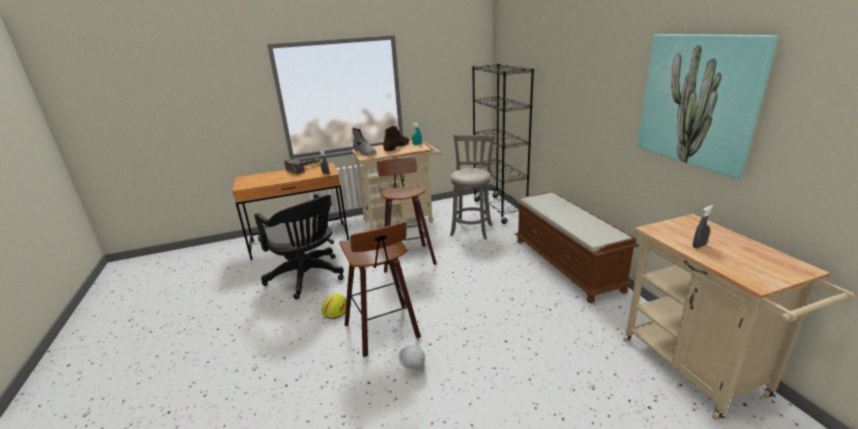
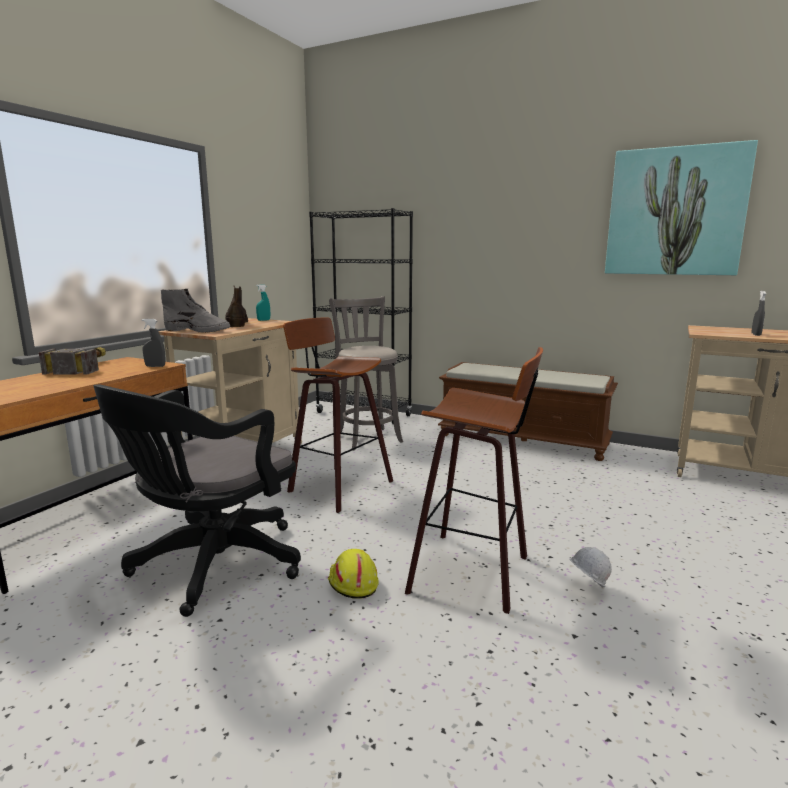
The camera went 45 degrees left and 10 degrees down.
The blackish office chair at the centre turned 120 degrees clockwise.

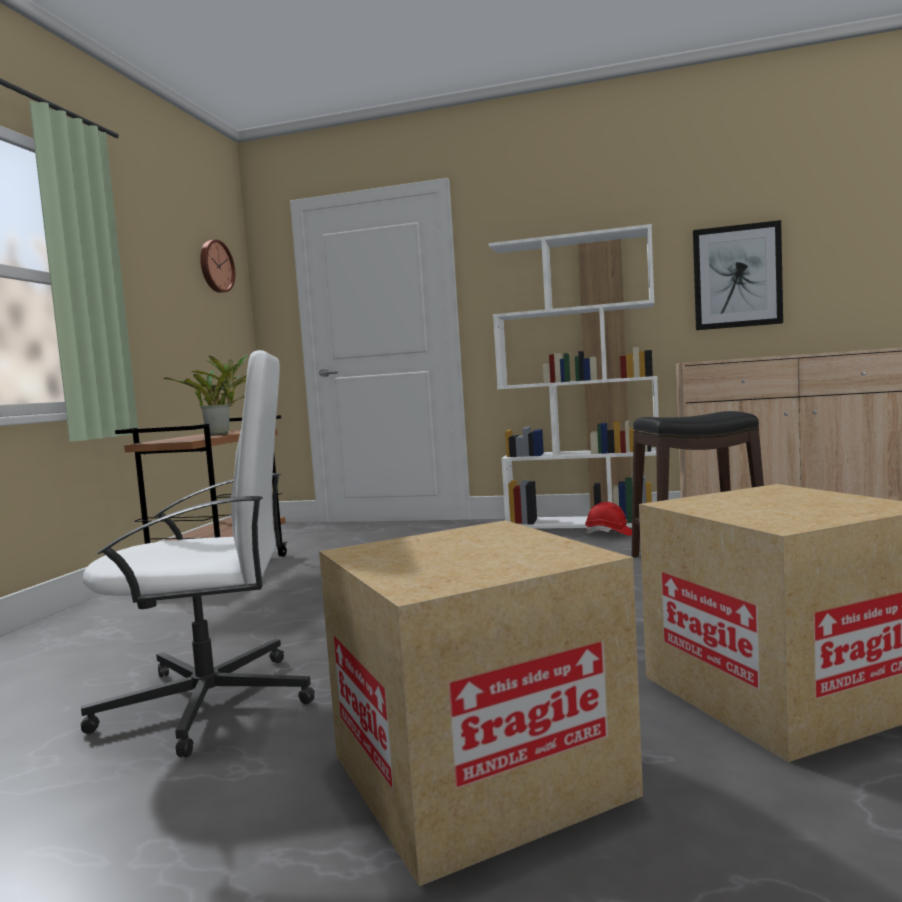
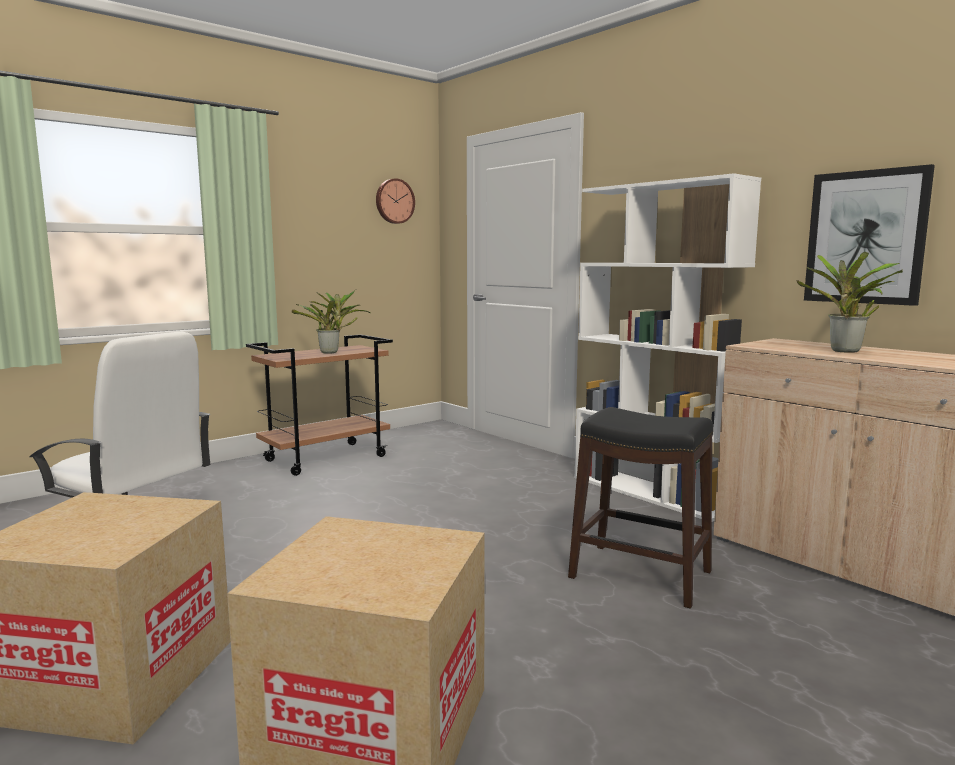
The camera went 35 degrees right and 5 degrees up.
The red-coloured hard hat at the middle right disappeared.
The houseplant (no. 2 from left) at the middle right appeared.

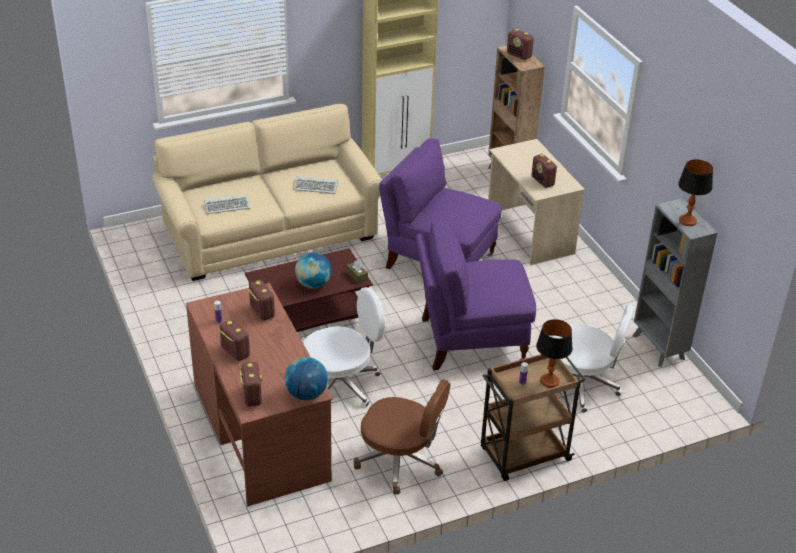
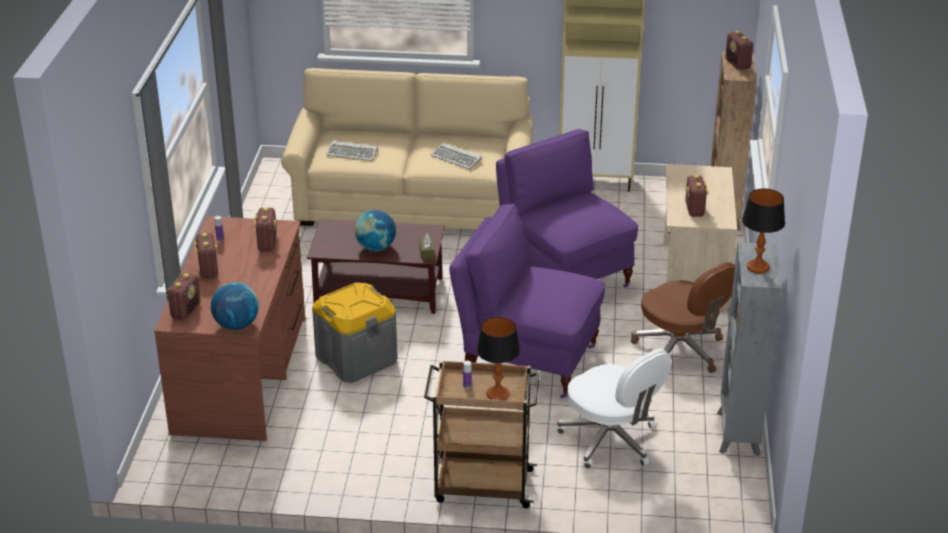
The camera went 30 degrees right and 5 degrees down.
The white office chair (no. 1 from left) at the centre was replaced by the grey storage bin at the centre.
The brown-coloured office chair moved from the bottom centre to the middle right.

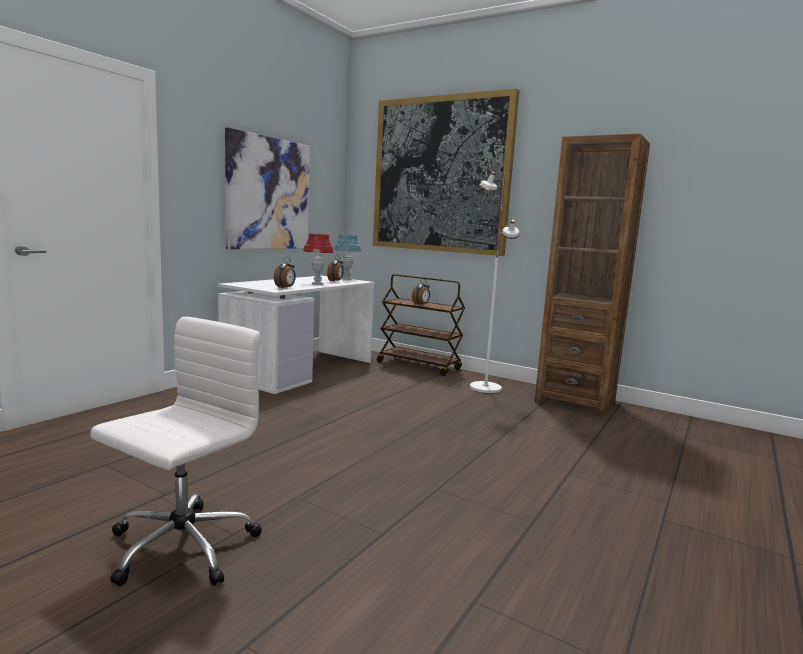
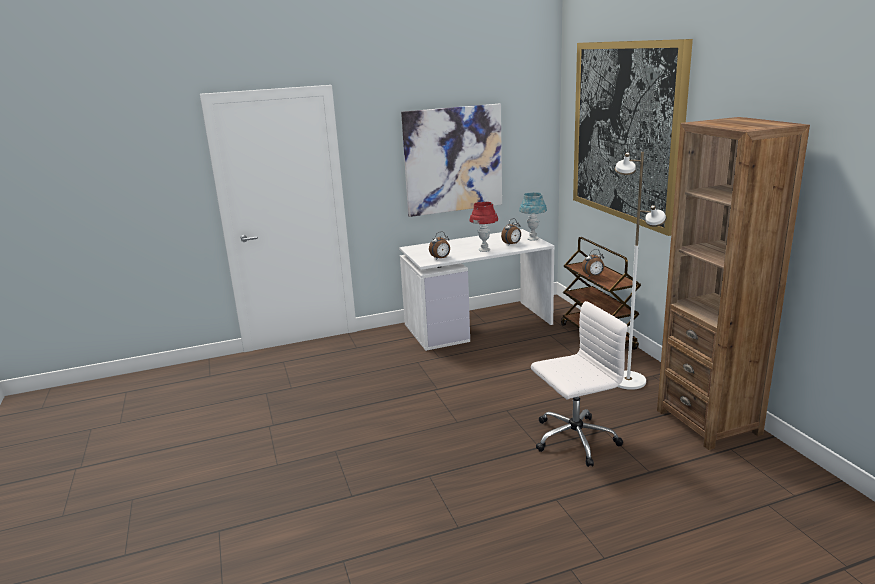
The camera went 40 degrees right and 10 degrees up.
The white office chair moved from the bottom left to the centre.

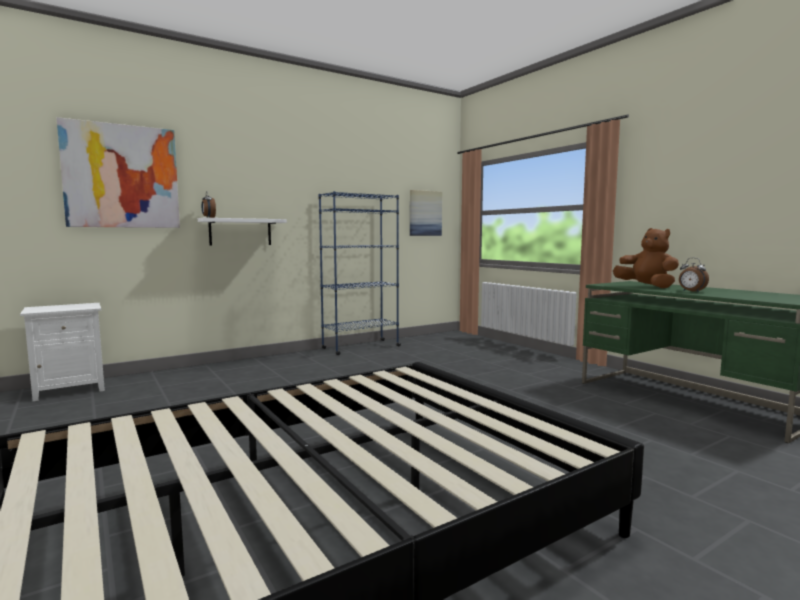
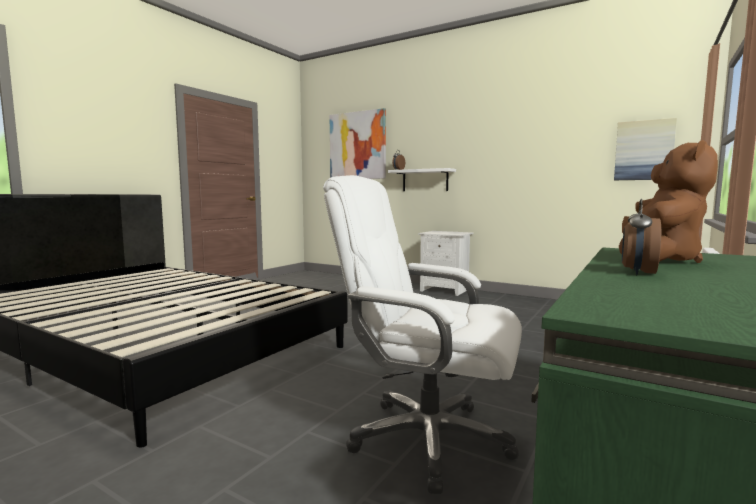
The camera went 65 degrees right and 0 degrees up.
The white nightstand moved from the middle left to the centre.
The bluish bookcase at the centre disappeared.
The white office chair at the centre appeared.

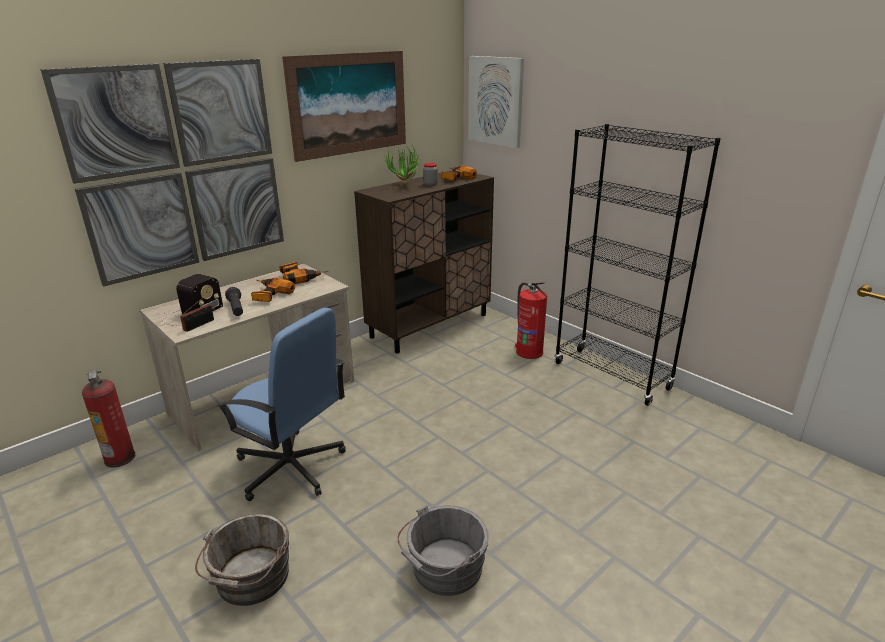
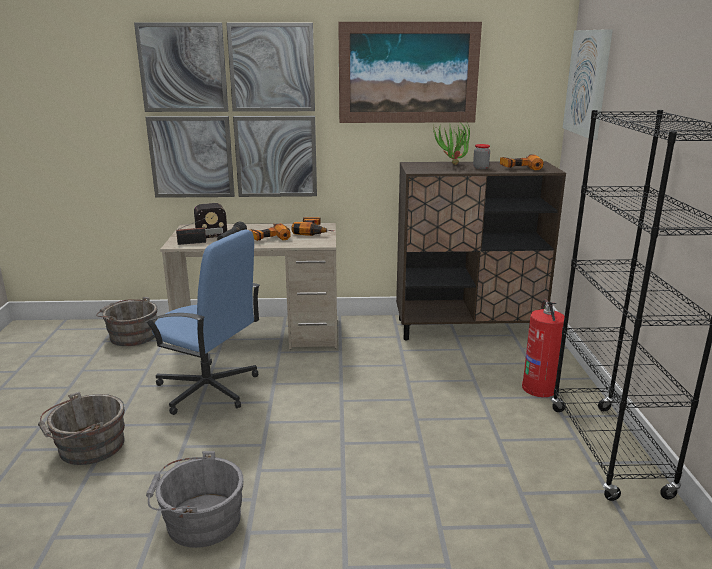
The camera went 40 degrees right and 5 degrees down.
The extinguisher (no. 1 from left) at the middle left was replaced by the grey bucket (no. 2 from left) at the middle left.
The bluish office chair at the middle left turned 45 degrees counterclockwise.

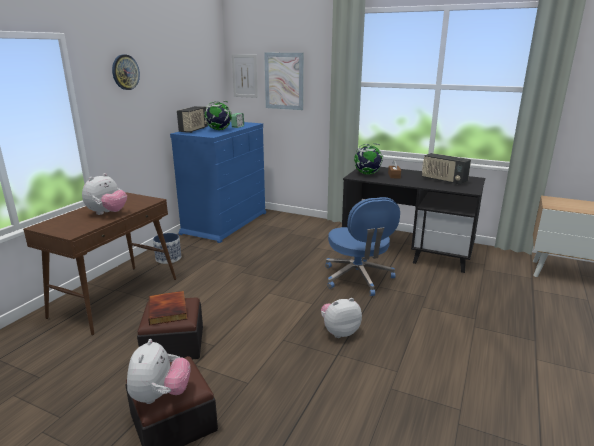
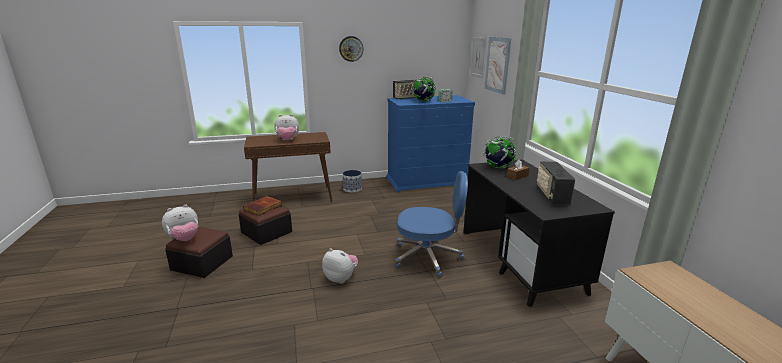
The camera went 50 degrees right and 0 degrees up.
The bluish office chair at the centre turned 120 degrees counterclockwise.

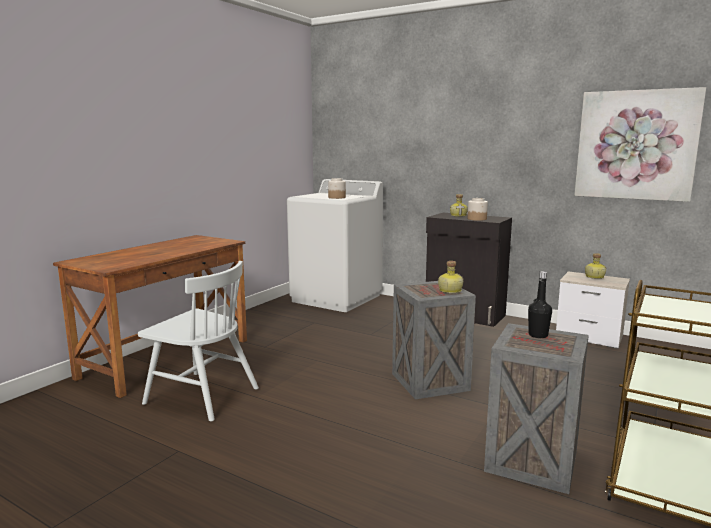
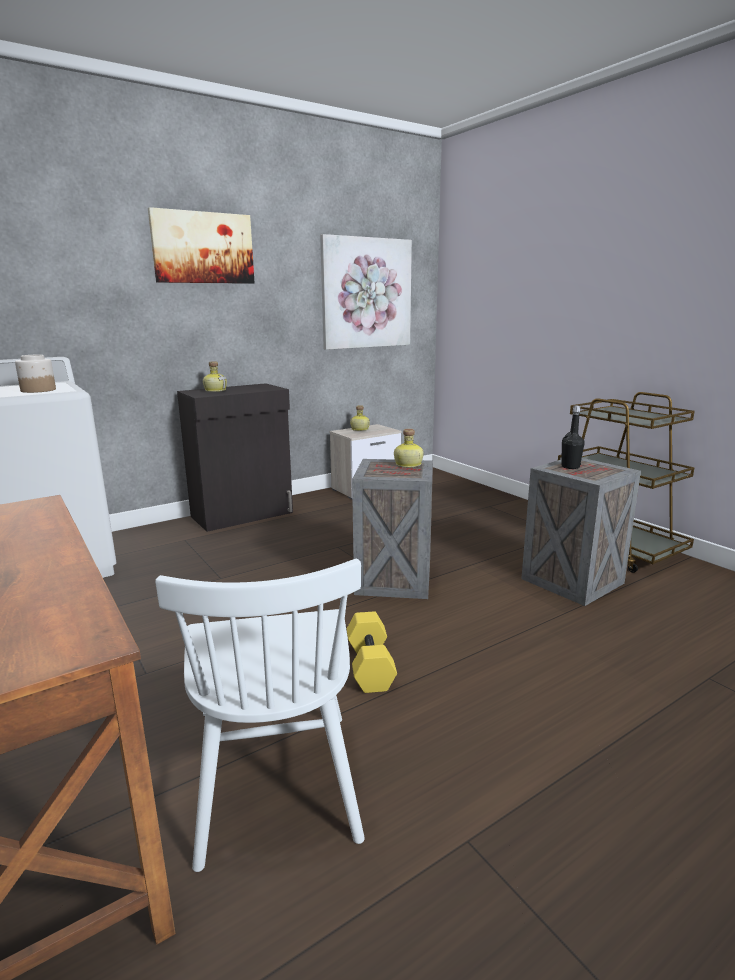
The camera went 65 degrees left and 5 degrees up.
The white chair at the middle left turned 120 degrees clockwise.
The preserve jar (no. 2 from left) at the middle right disappeared.
The picture (no. 1 from left) at the top left appeared.
The yellow-coloured free weight at the centre appeared.

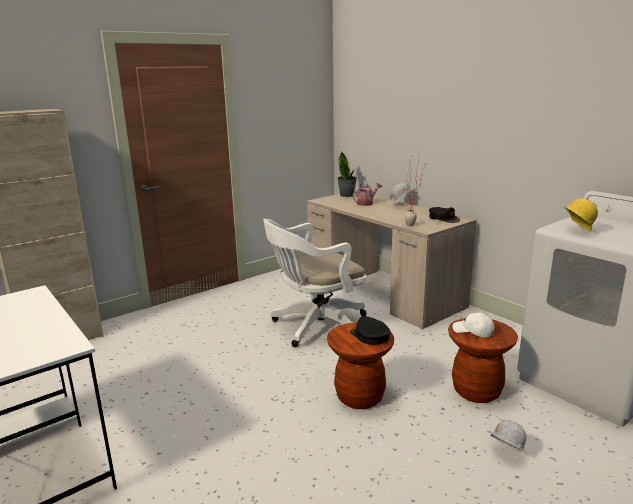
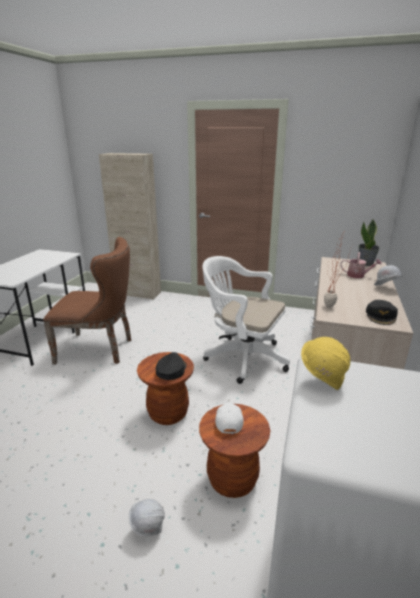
The camera went 55 degrees right and 5 degrees up.
The brown-coloured chair at the middle left appeared.

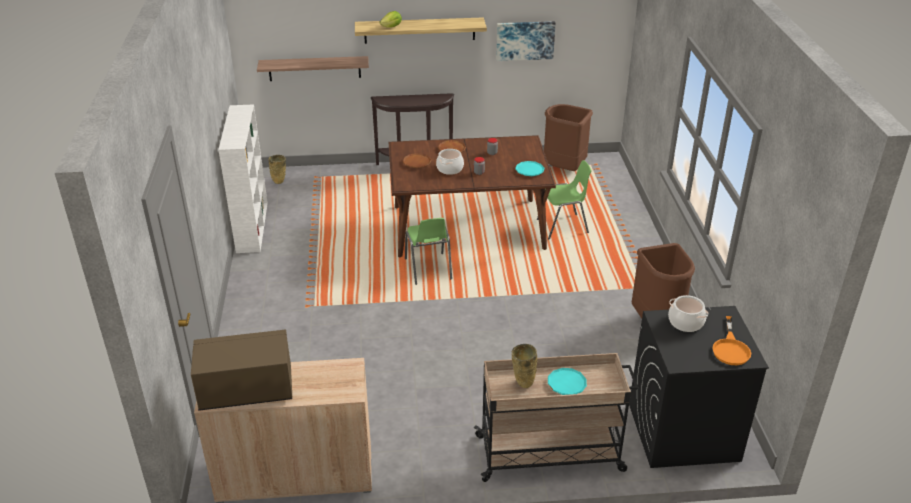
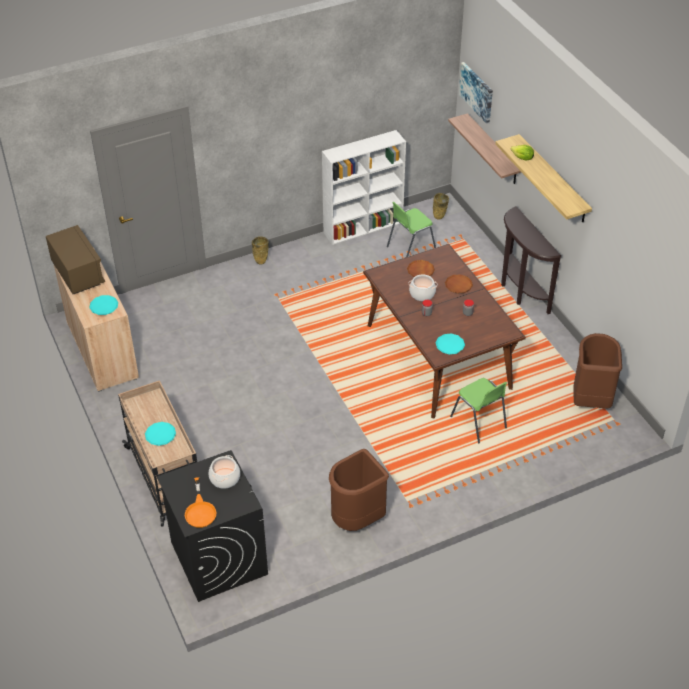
The camera went 70 degrees right and 10 degrees up.
The green-coloured chair (no. 1 from left) moved from the centre to the top centre.
The picture moved from the top centre to the top right.
The beige-coloured flower vase (no. 2 from left in the first image) moved from the bottom centre to the centre.
The orangey pan at the bottom right turned 90 degrees counterclockwise.
The blue-green plate (no. 1 from left) at the middle left appeared.

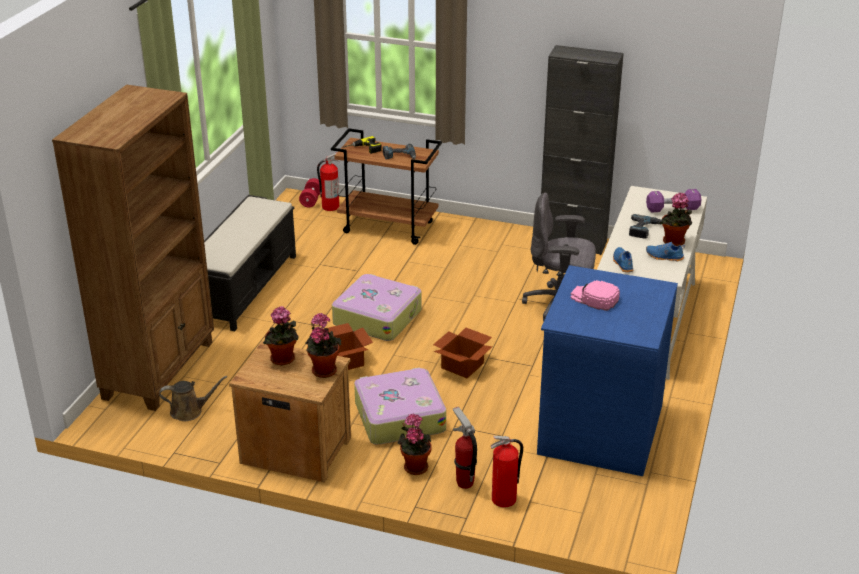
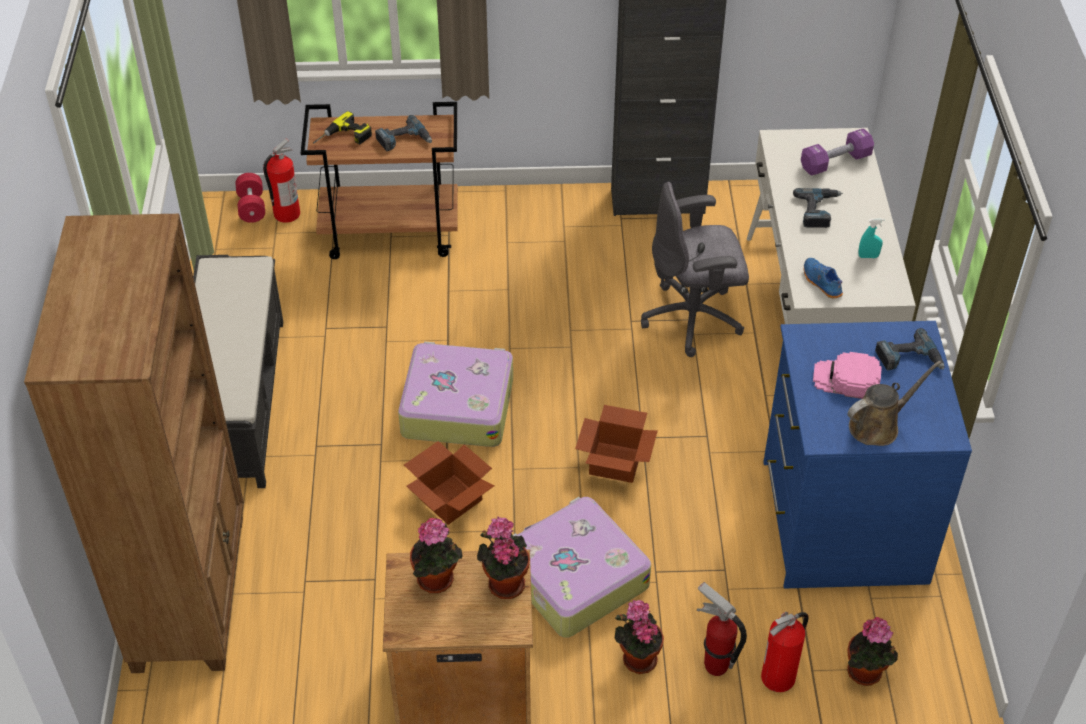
The camera went 20 degrees left and 15 degrees up.
The brown-coloured watering can moved from the bottom left to the middle right.
The bluish shoe (no. 2 from left) at the middle right was replaced by the blue-green sprayer at the top right.
The houseplant (no. 4 from left) moved from the middle right to the bottom right.
The drill (no. 4 from left) at the middle right appeared.

